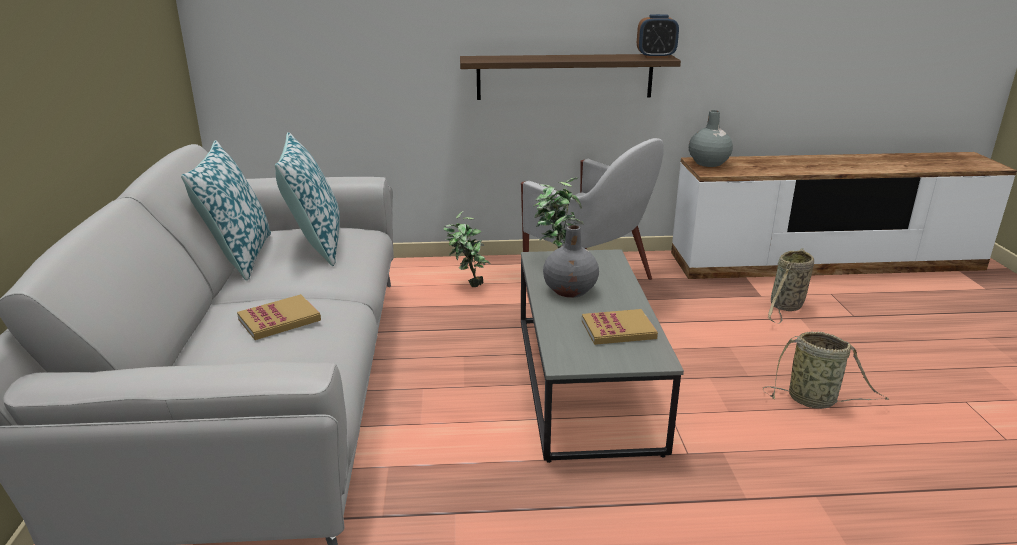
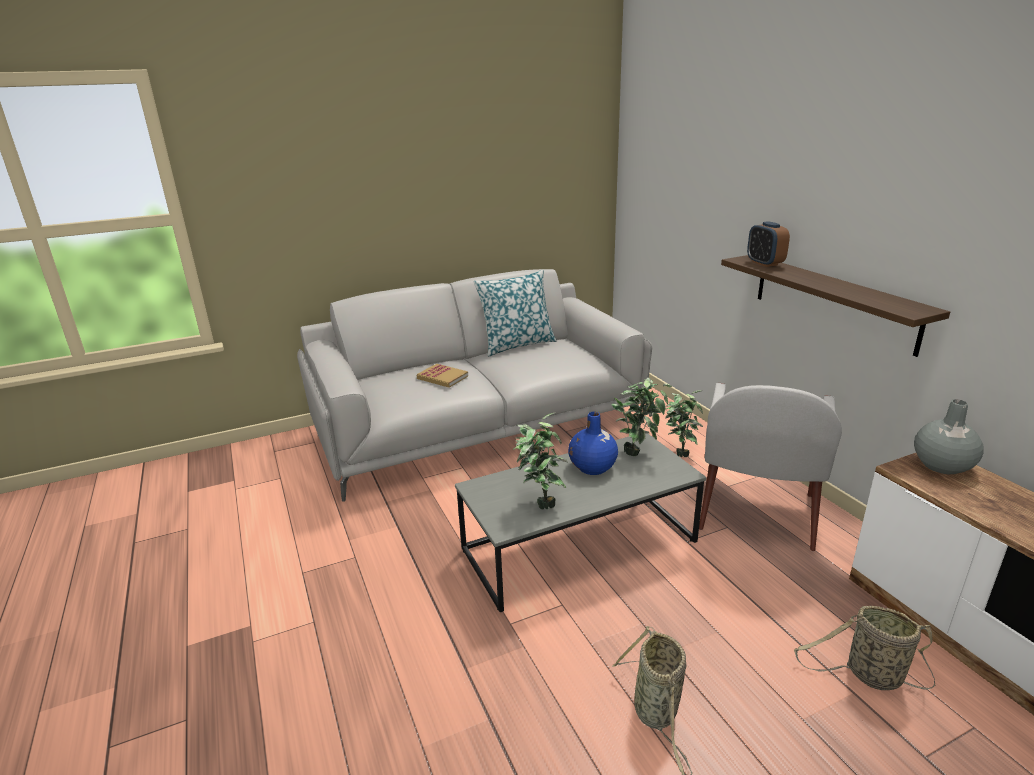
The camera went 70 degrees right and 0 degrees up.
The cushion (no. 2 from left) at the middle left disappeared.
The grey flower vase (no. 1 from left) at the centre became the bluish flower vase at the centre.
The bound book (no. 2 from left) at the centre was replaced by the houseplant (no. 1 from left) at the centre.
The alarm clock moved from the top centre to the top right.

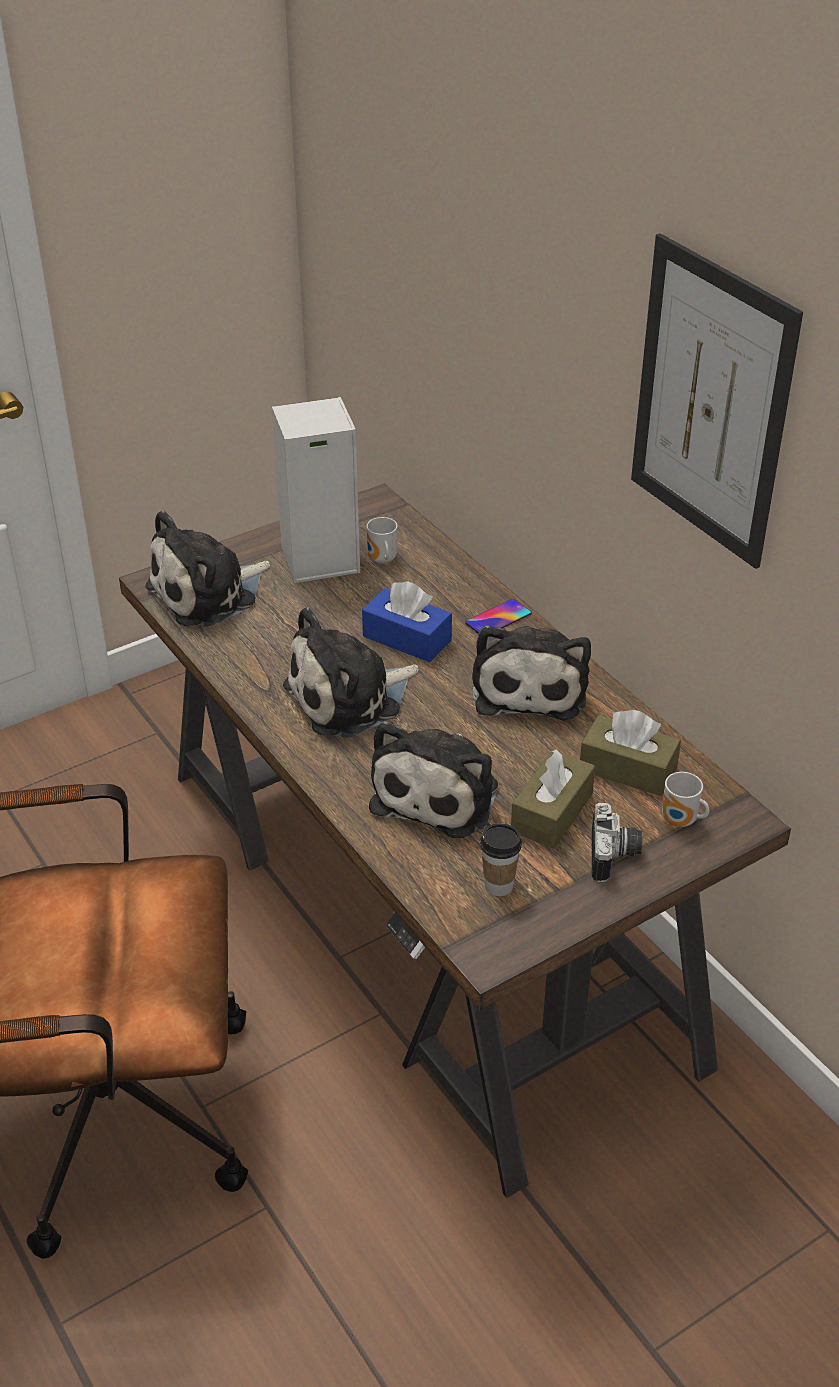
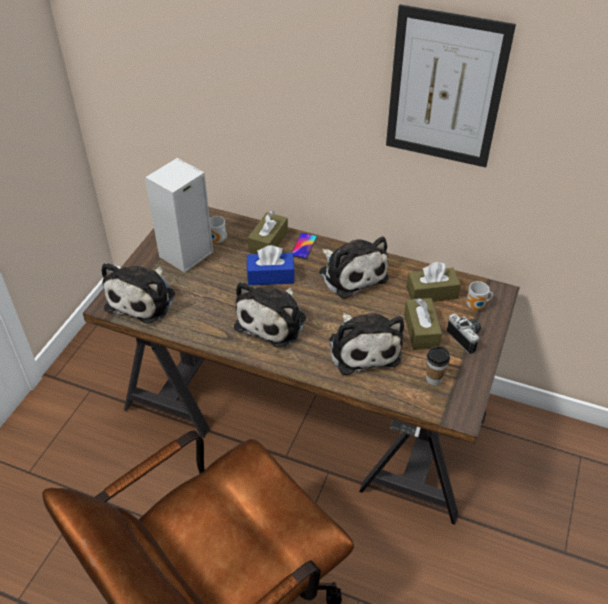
The camera went 35 degrees left and 5 degrees up.
The brown-coloured box of tissues (no. 1 from left) at the centre appeared.

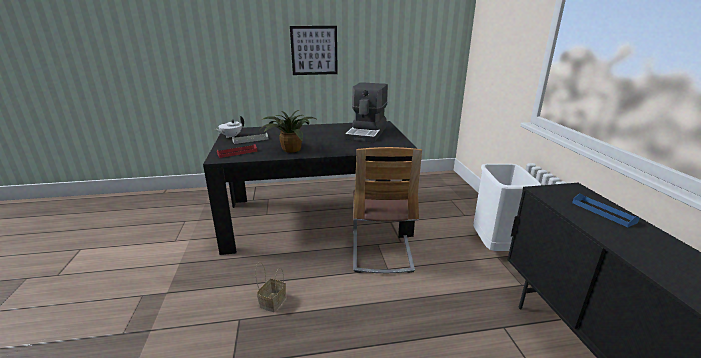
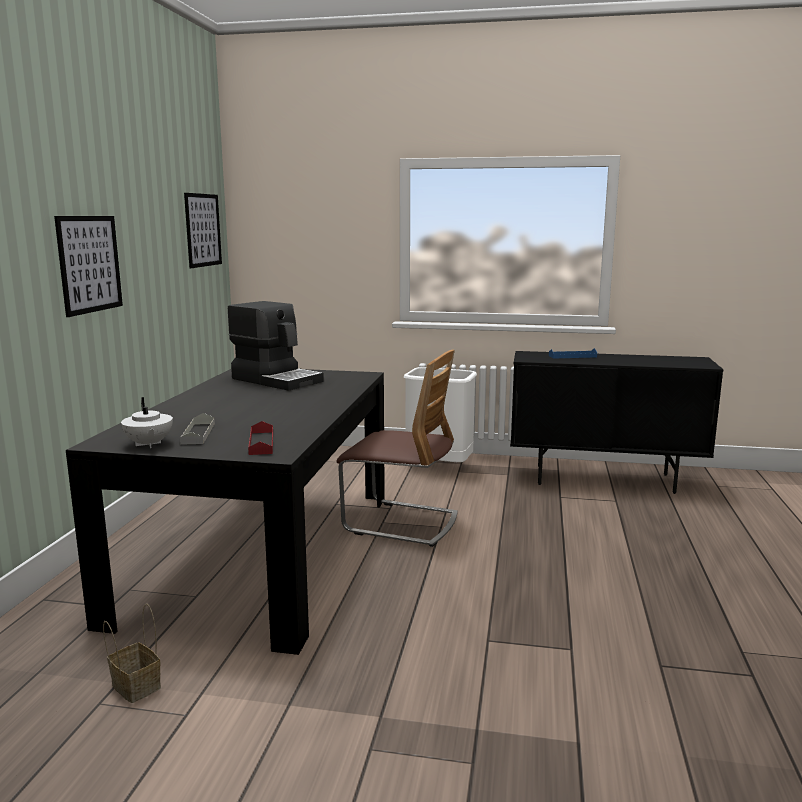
The camera went 70 degrees left and 10 degrees down.
The storage basket moved from the bottom centre to the bottom left.
The houseplant at the centre disappeared.
The picture (no. 2 from left) at the top left appeared.

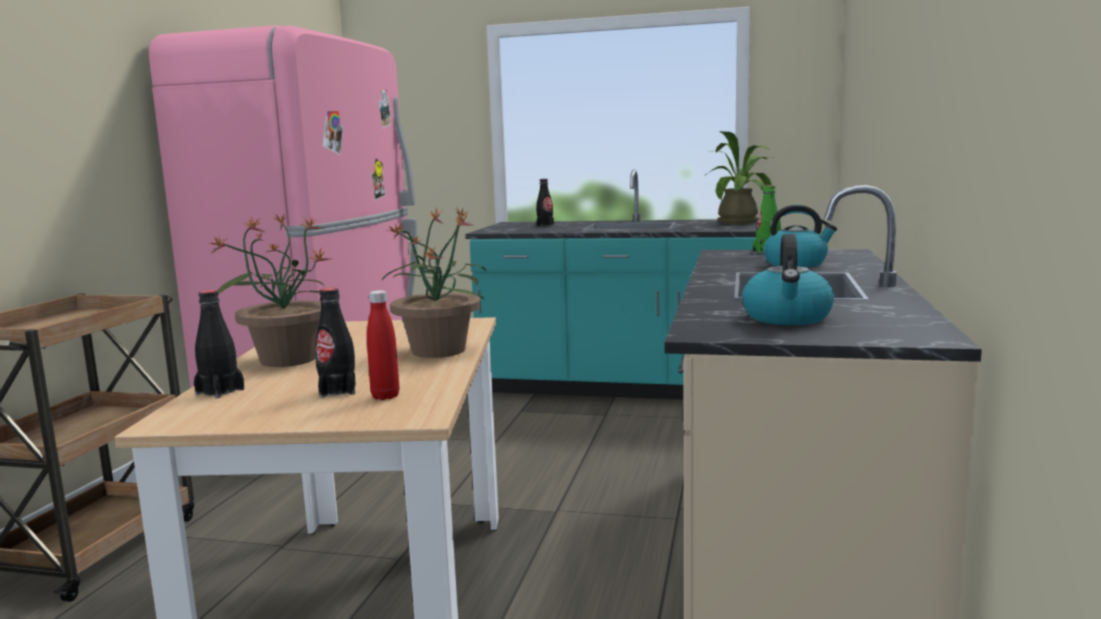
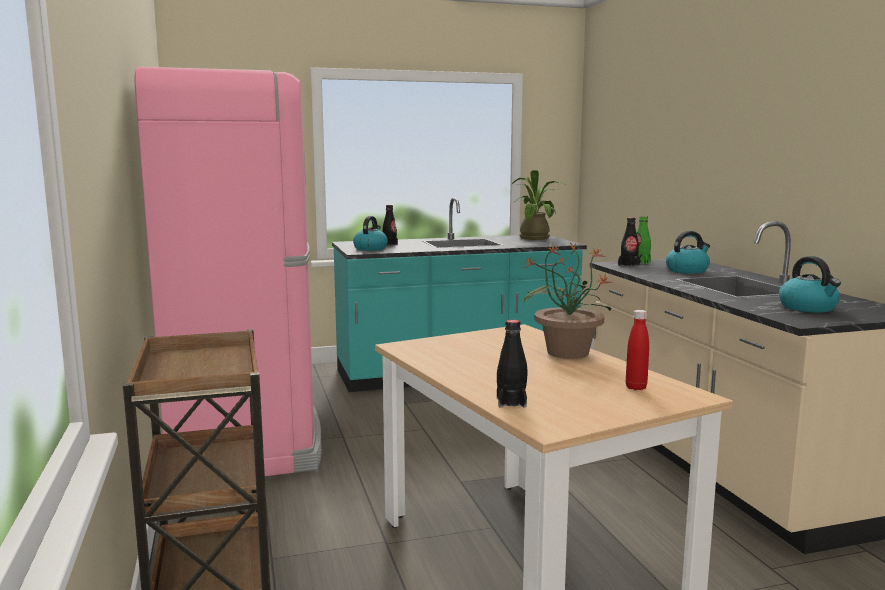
The camera went 30 degrees left and 0 degrees up.
The houseplant (no. 1 from left) at the middle left disappeared.
The blackish beverage bottle (no. 2 from left in the first image) moved from the middle left to the middle right.
The water kettle (no. 1 from left) at the centre appeared.

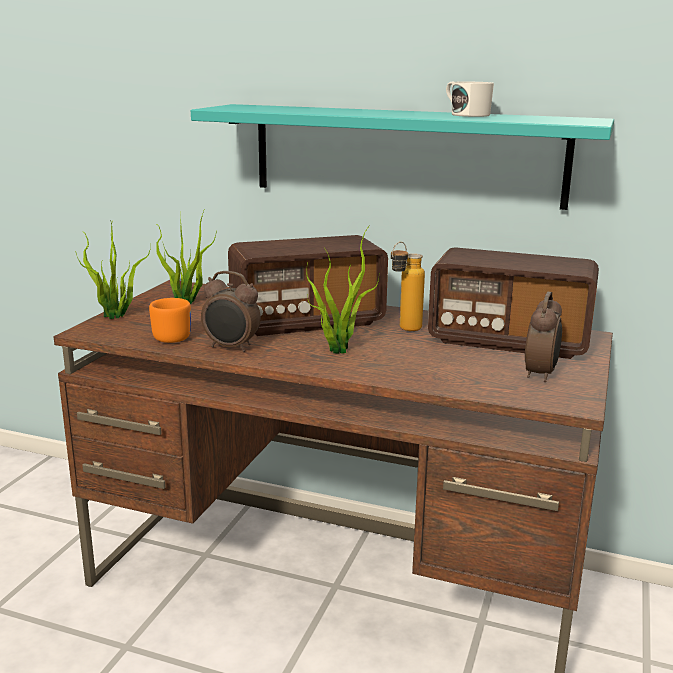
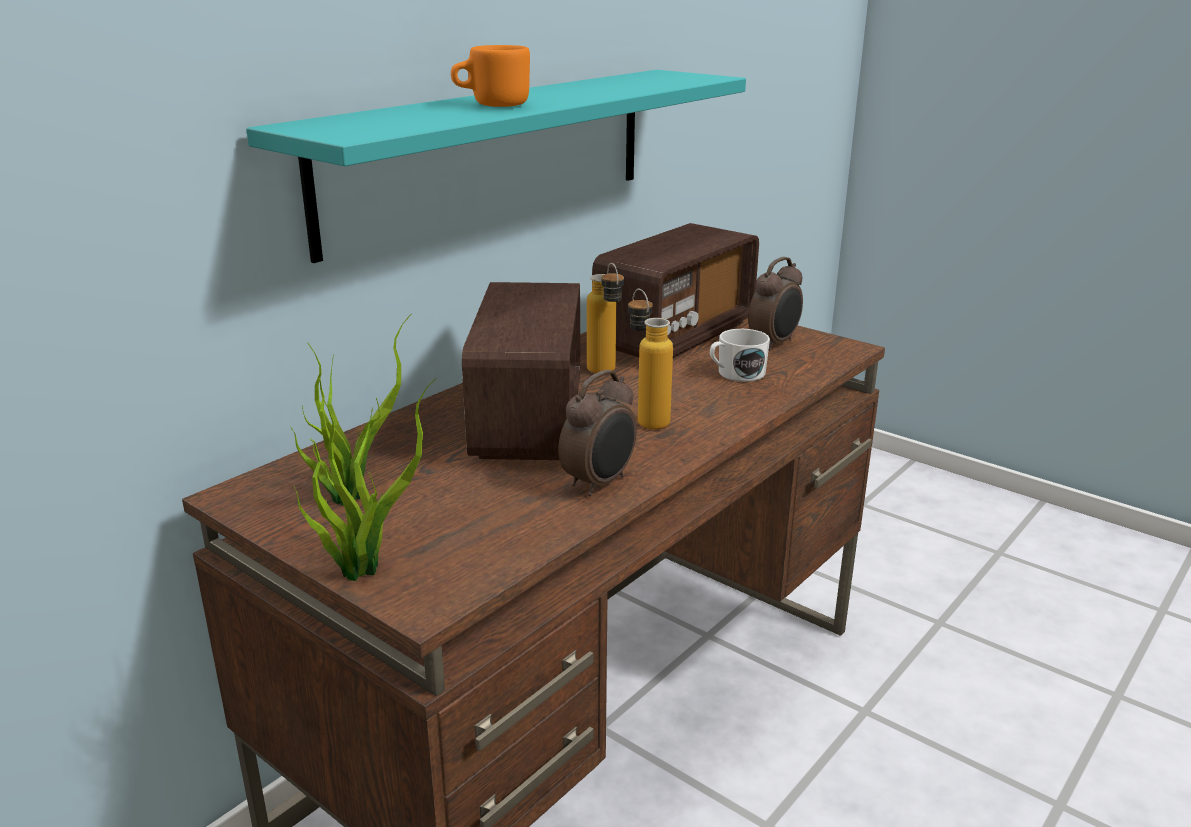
The camera went 70 degrees left and 5 degrees up.
The orangey mug moved from the middle left to the top centre.
The houseplant (no. 3 from left) at the centre was replaced by the beverage bottle (no. 2 from left) at the centre.
The white mug moved from the top right to the centre.
The alarm clock (no. 2 from left) at the middle right turned 90 degrees clockwise.

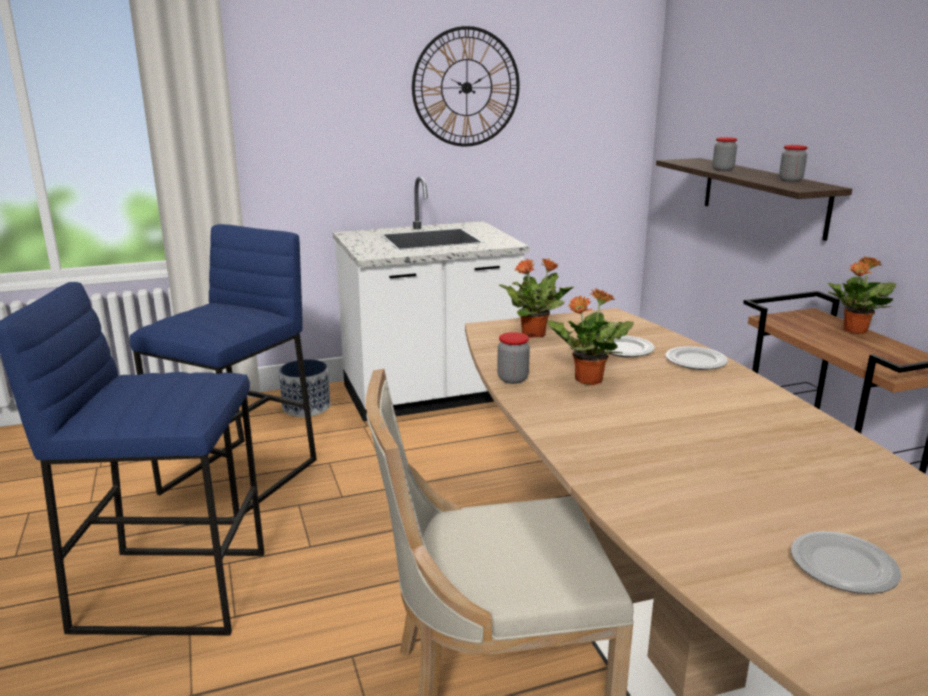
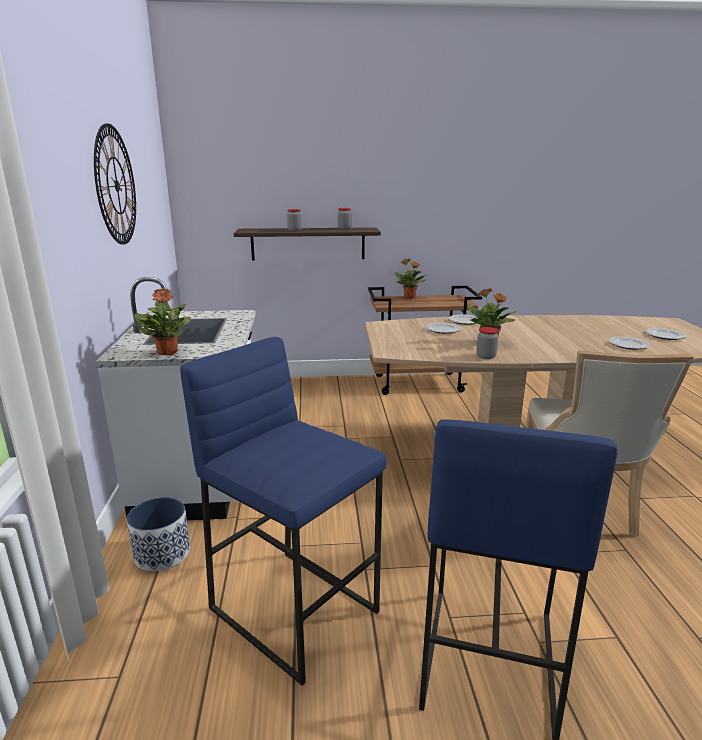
The camera went 75 degrees left and 0 degrees up.
The houseplant (no. 1 from left) moved from the centre to the middle left.
The plate (no. 3 from left) at the middle right appeared.

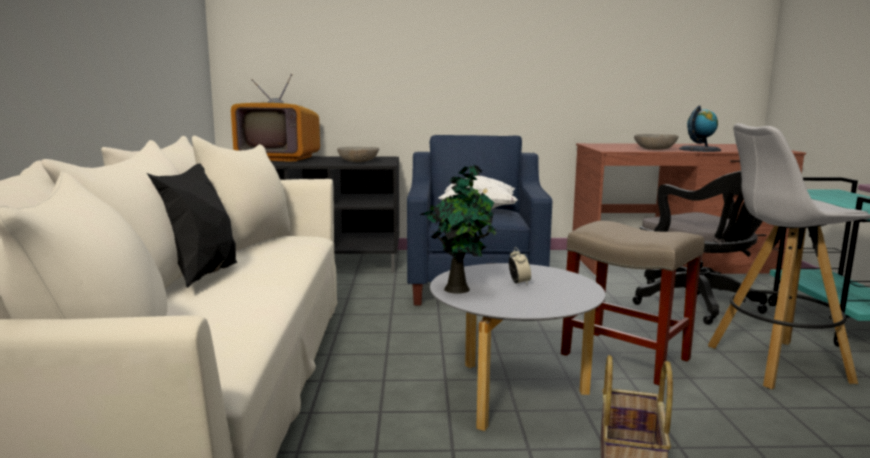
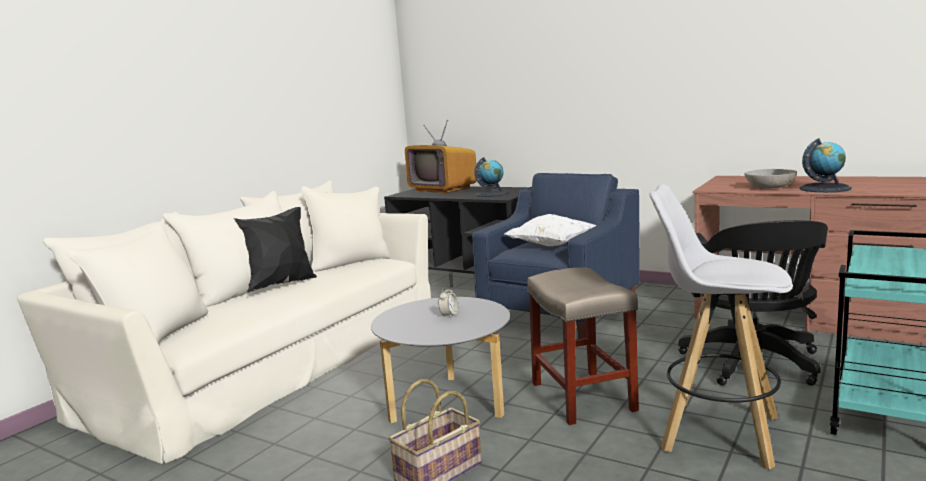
The camera went 35 degrees right and 0 degrees up.
The grey deep dish (no. 1 from left) at the centre was replaced by the desk globe (no. 1 from left) at the centre.
The houseplant at the centre disappeared.

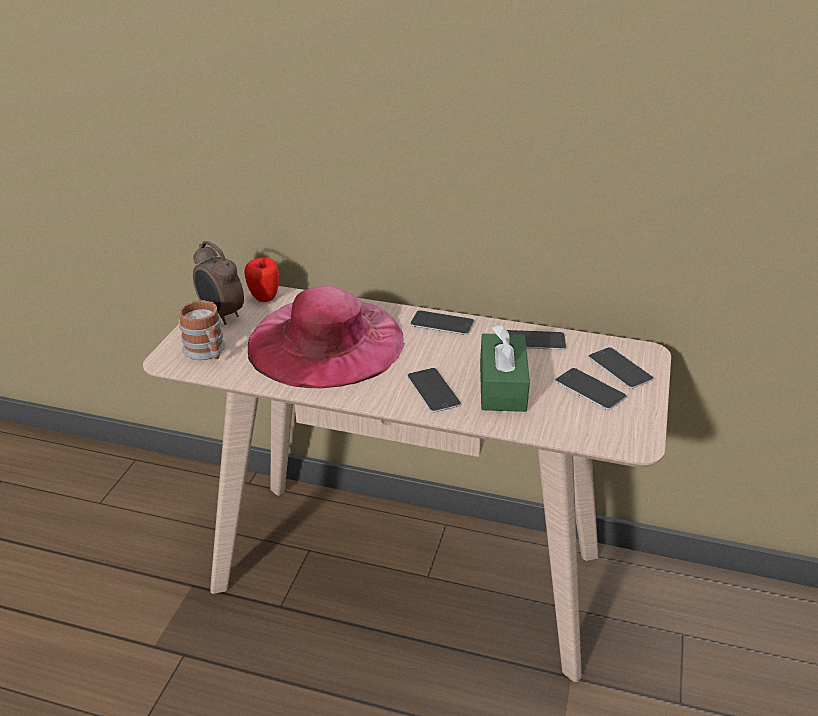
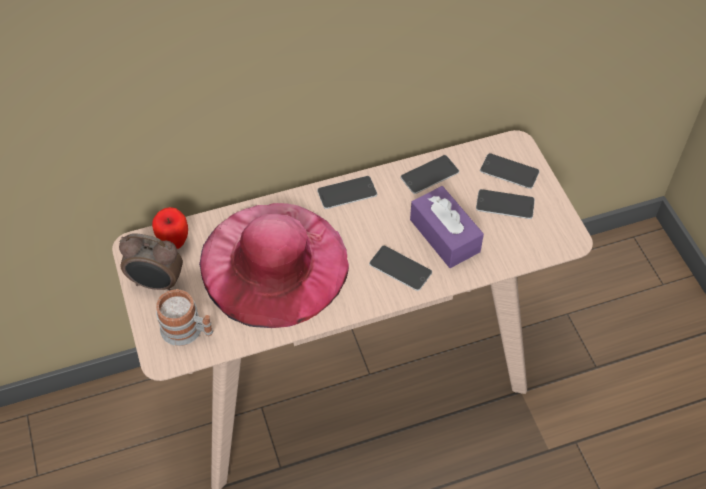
The camera went 35 degrees left and 20 degrees up.
The green-coloured box of tissues at the centre became the purple-coloured box of tissues at the centre.

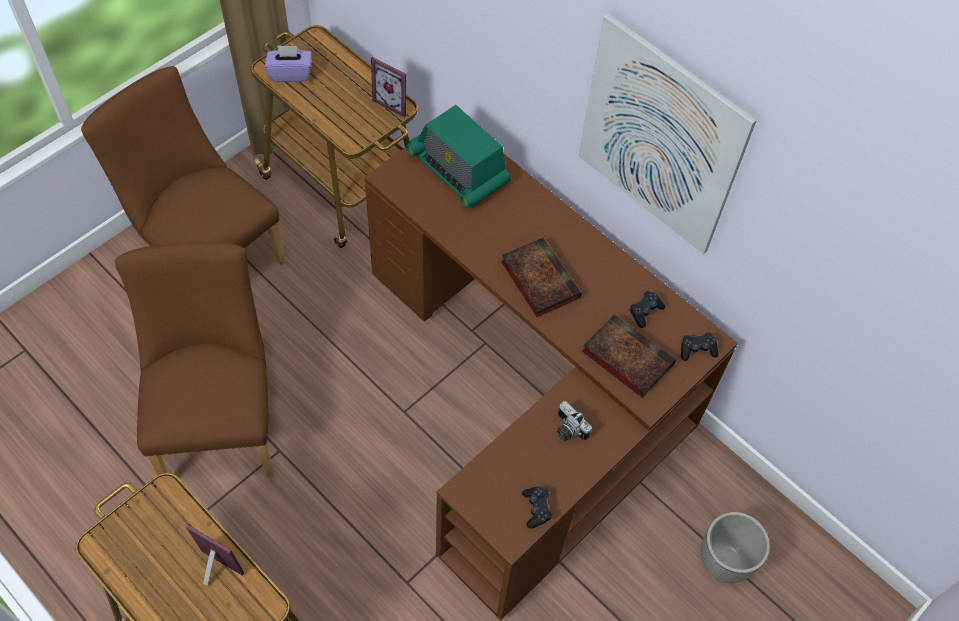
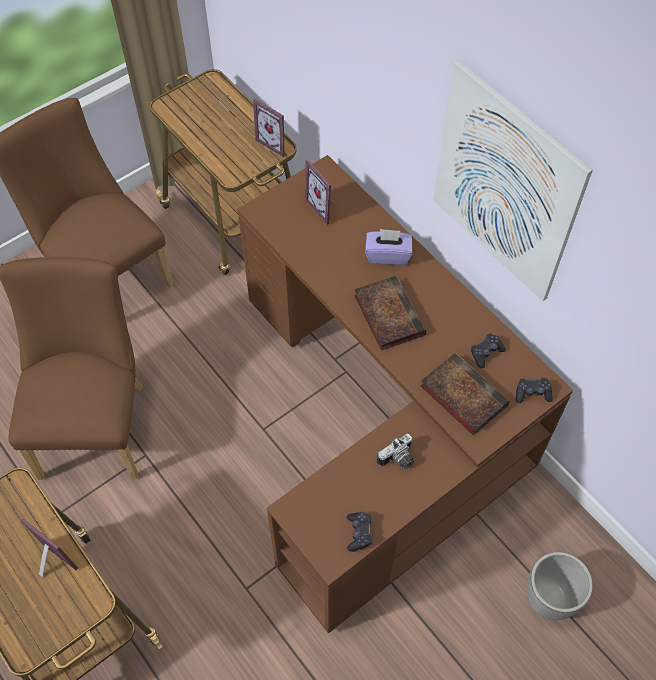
The camera went 10 degrees right and 0 degrees up.
The purple-coloured box of tissues moved from the top left to the centre.
The radio set at the top centre was replaced by the standing frame (no. 3 from left) at the top centre.
The still camera at the bottom centre turned 90 degrees counterclockwise.

